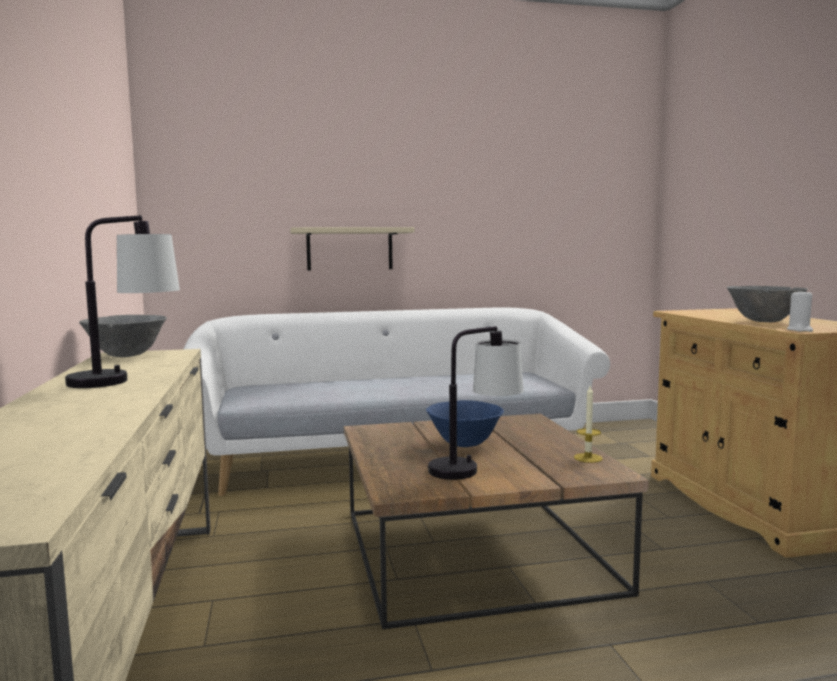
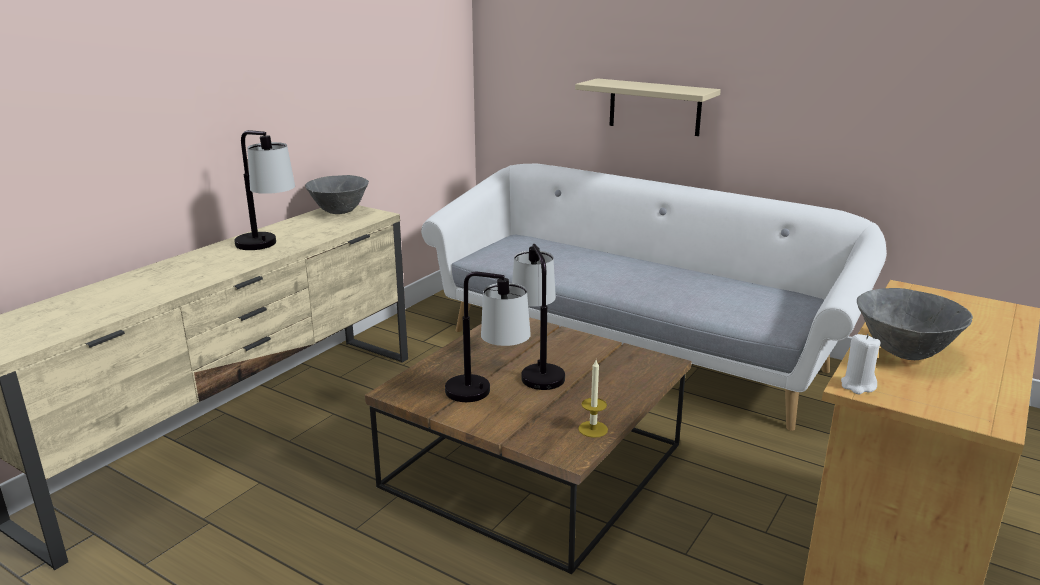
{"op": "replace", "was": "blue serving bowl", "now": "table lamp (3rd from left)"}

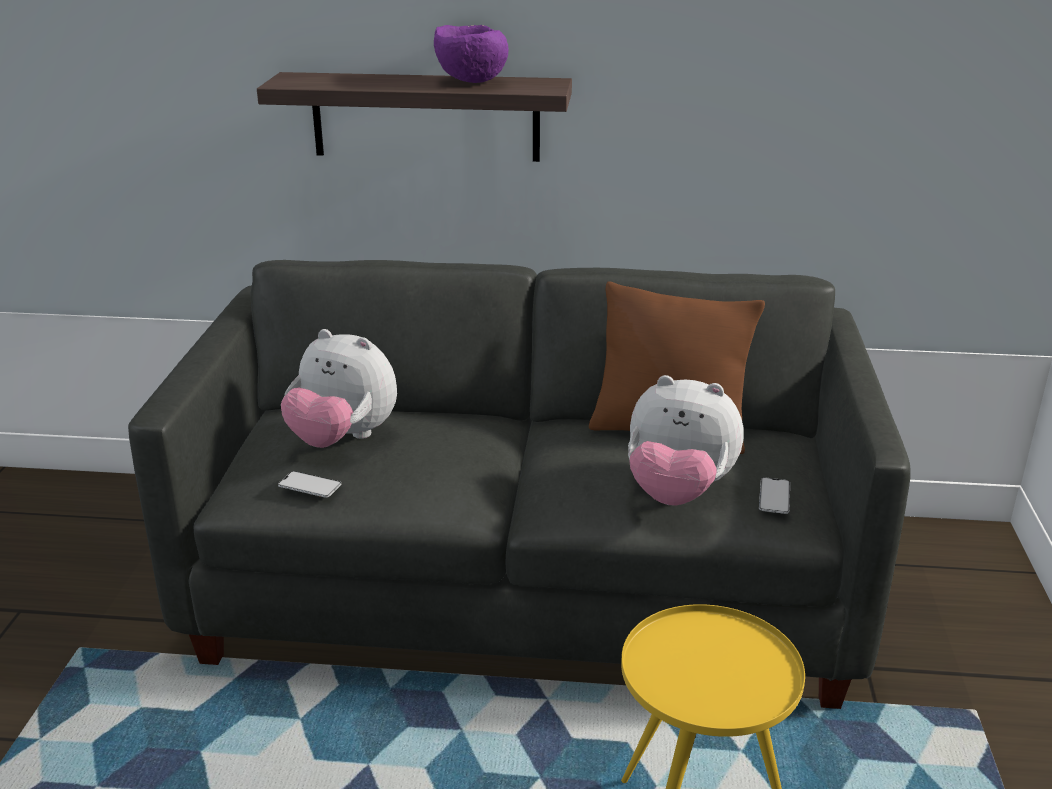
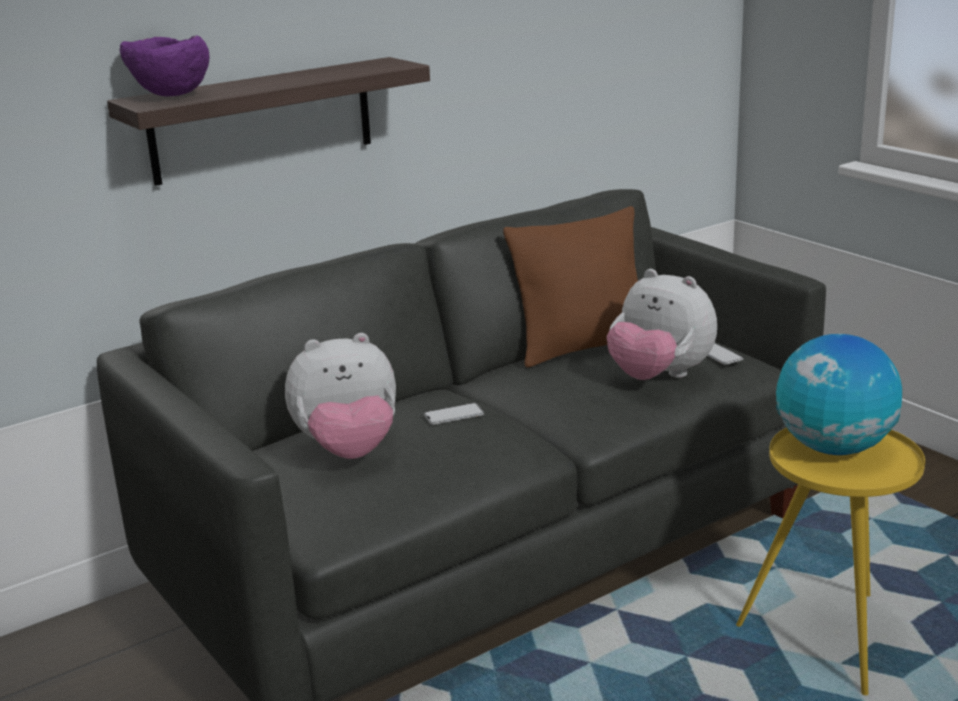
{"op": "move", "was": "handset (1st from left)"}
{"op": "move", "was": "purplish serving bowl"}
{"op": "rotate", "was": "soft toy (2nd from left)", "clockwise": 60}
{"op": "insert", "now": "globe"}

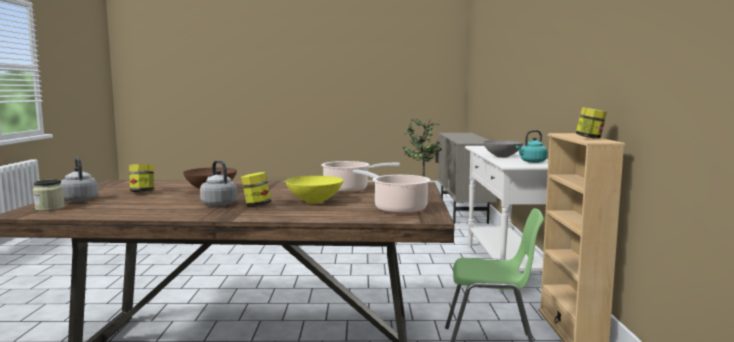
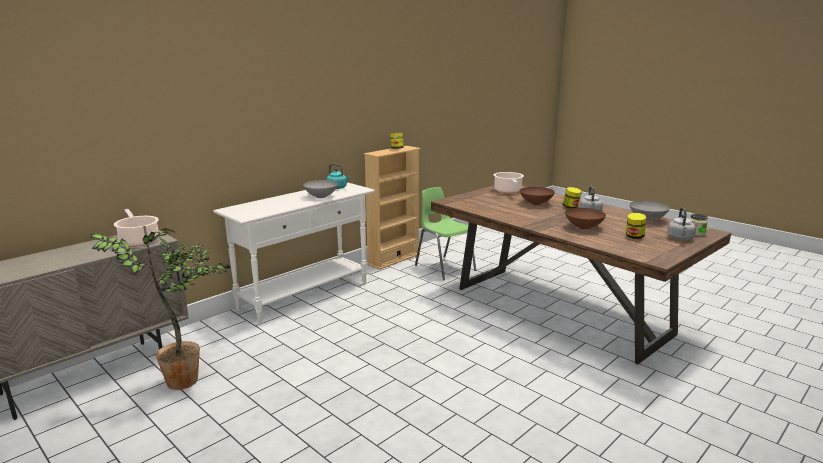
{"op": "recolor", "was": "yellow-coloured serving bowl", "now": "brownish serving bowl (1st from left)"}
{"op": "move", "was": "cooking pot (1st from left)"}
{"op": "insert", "now": "greyish serving bowl (2nd from left)"}

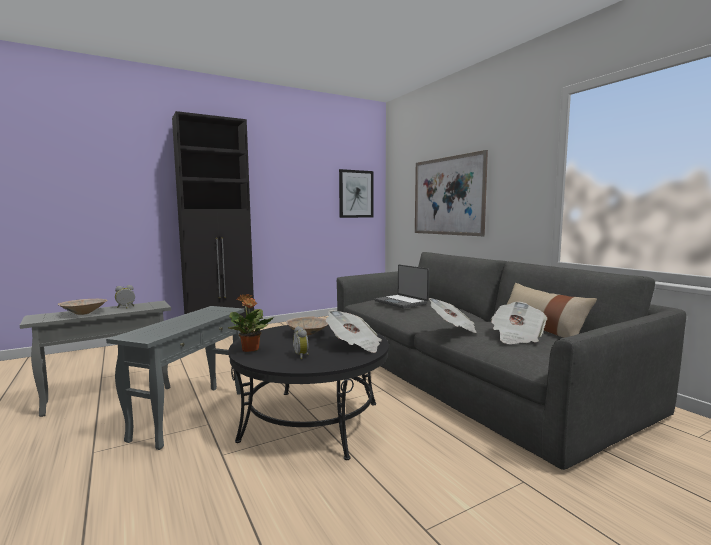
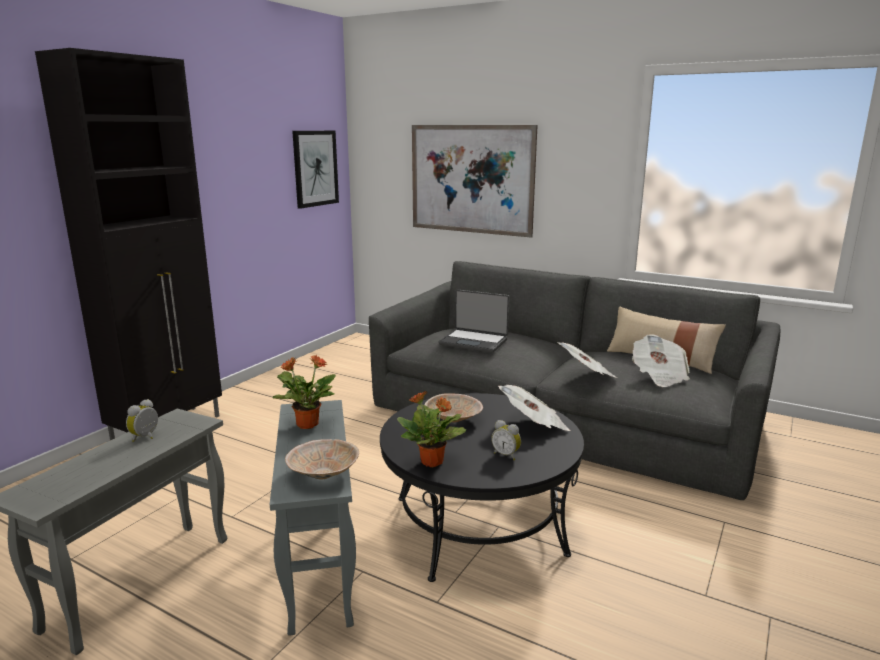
{"op": "move", "was": "beige-coloured serving bowl (1st from left)"}
{"op": "insert", "now": "houseplant (1st from left)"}

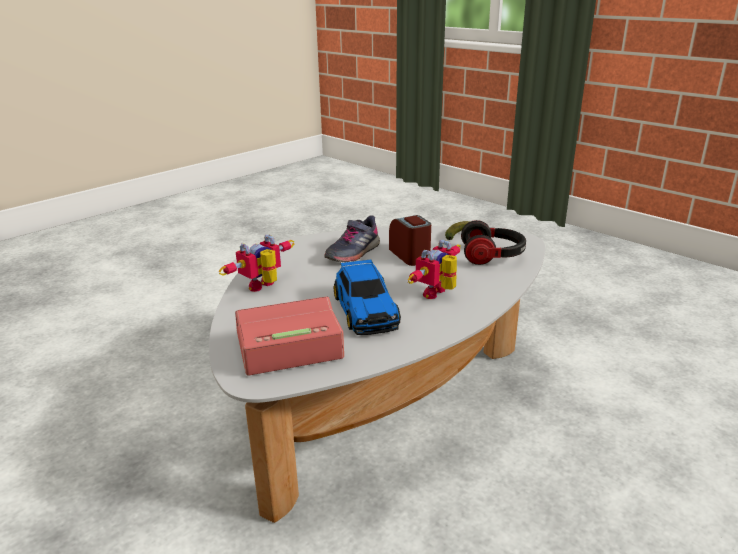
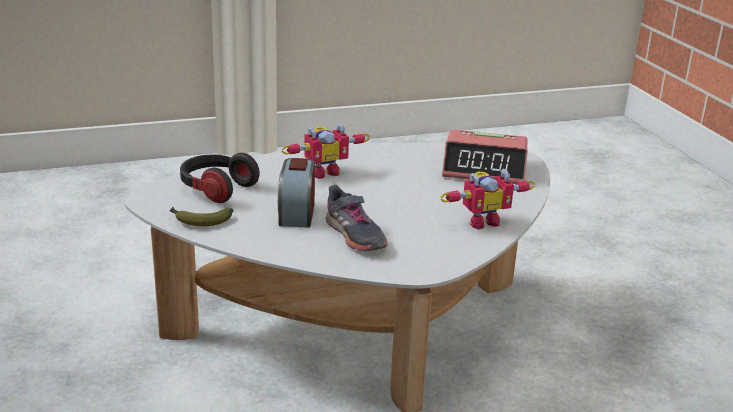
{"op": "rotate", "was": "greyish low shoe", "clockwise": 90}
{"op": "delete", "was": "miniature car"}

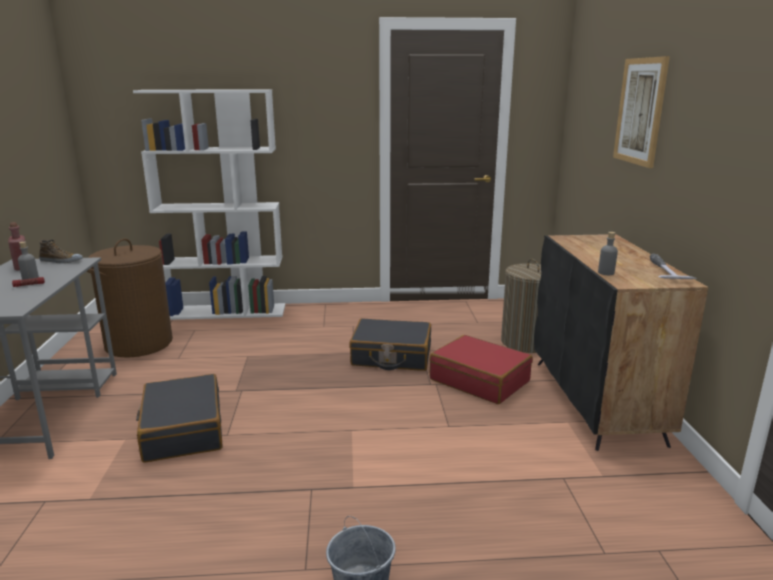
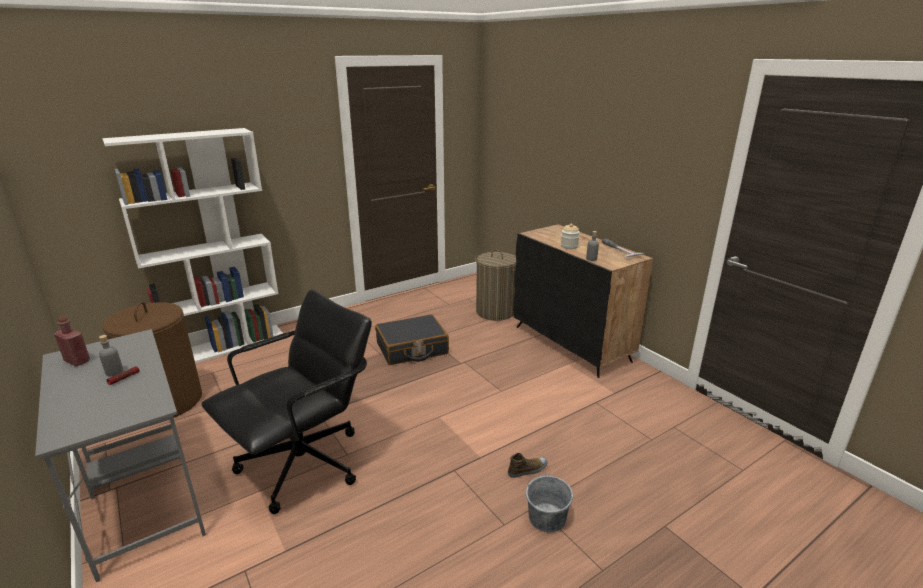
{"op": "move", "was": "low shoe"}
{"op": "replace", "was": "black-coloured piece of luggage (1st from left)", "now": "black-coloured desk chair"}
{"op": "delete", "was": "red-coloured piece of luggage"}
{"op": "delete", "was": "wall art"}
{"op": "insert", "now": "storage jar"}

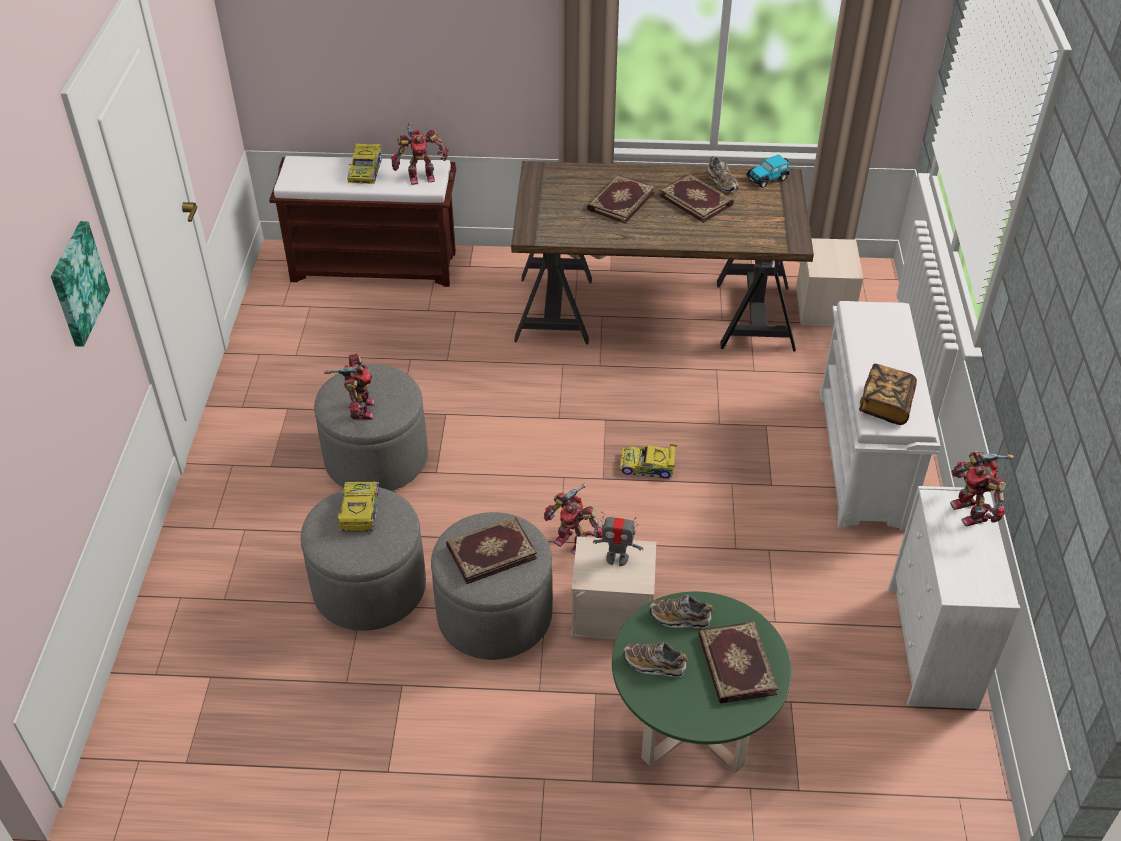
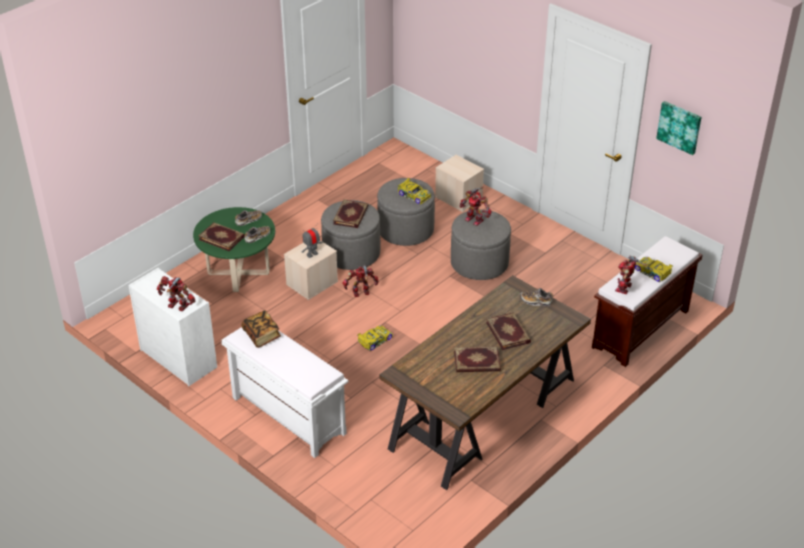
{"op": "move", "was": "wall art"}
{"op": "move", "was": "low shoe (3rd from left)"}
{"op": "delete", "was": "miniature car (4th from left)"}
{"op": "move", "was": "beige-coloured storage box (2nd from left)"}

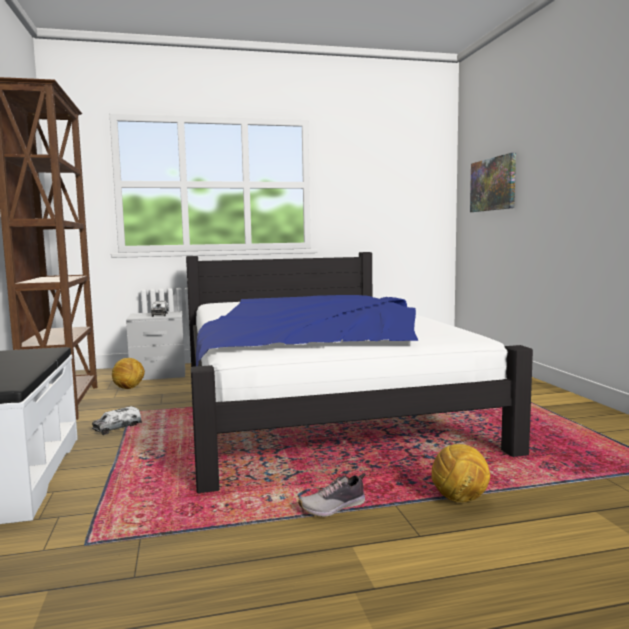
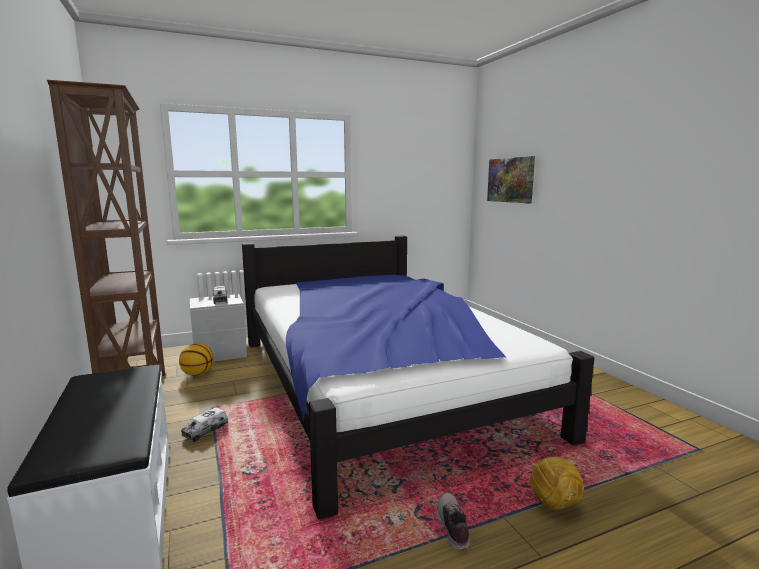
{"op": "replace", "was": "football ball (1st from left)", "now": "basketball"}
{"op": "rotate", "was": "low shoe", "clockwise": 120}

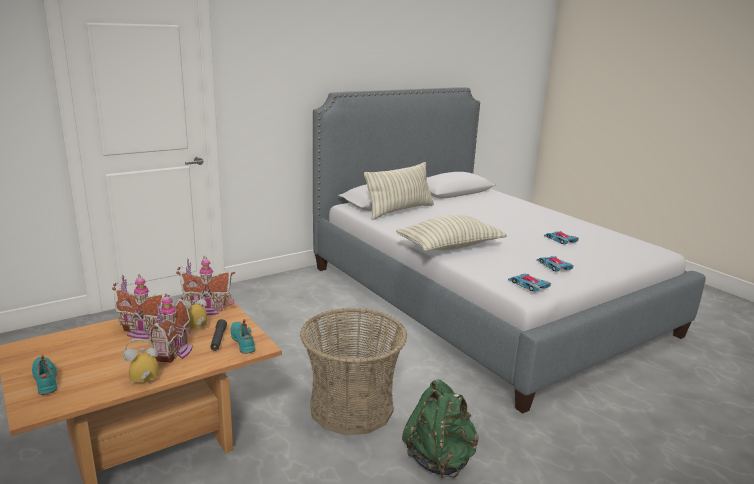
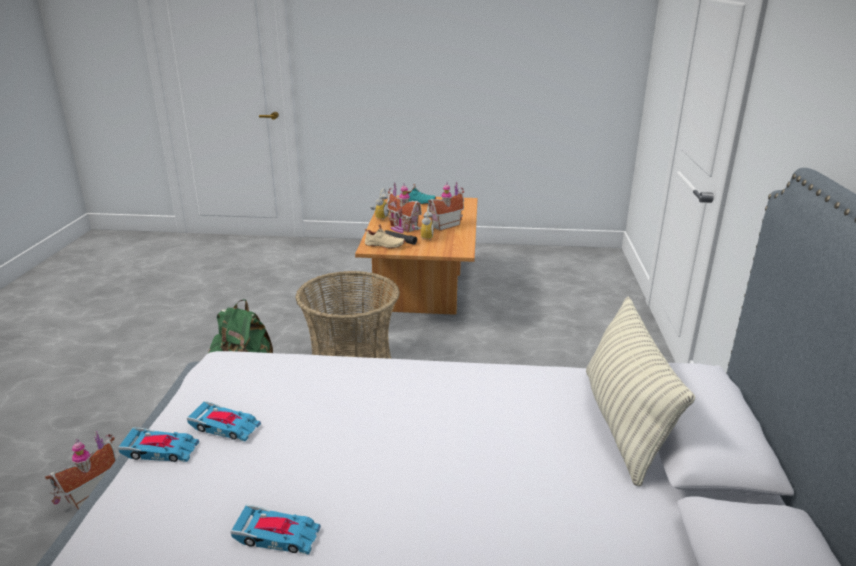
{"op": "move", "was": "model house (3rd from left in the first image)", "now": "model house (1st from left)"}
{"op": "recolor", "was": "turquoise low shoe (2nd from left)", "now": "beige-coloured low shoe"}
{"op": "delete", "was": "pillow (2nd from left)"}
{"op": "move", "was": "miniature car (1st from left)"}

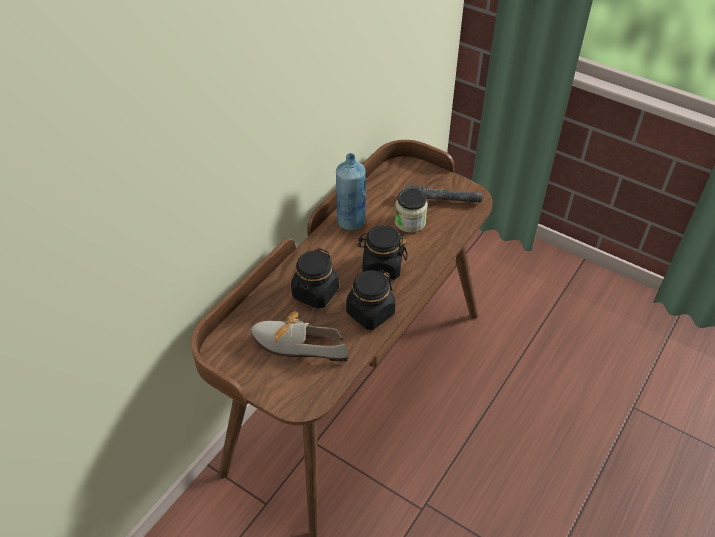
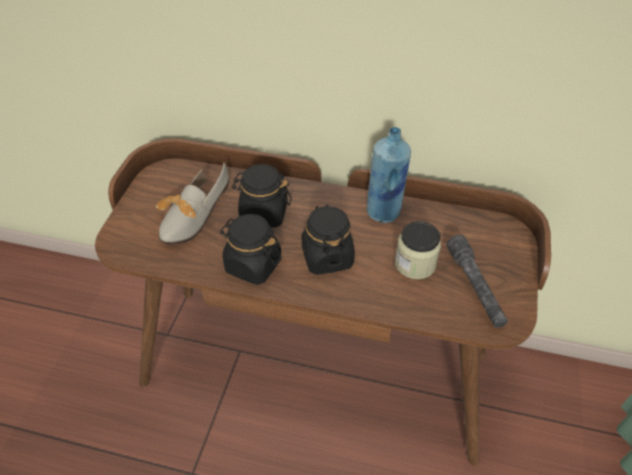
{"op": "rotate", "was": "low shoe", "clockwise": -150}

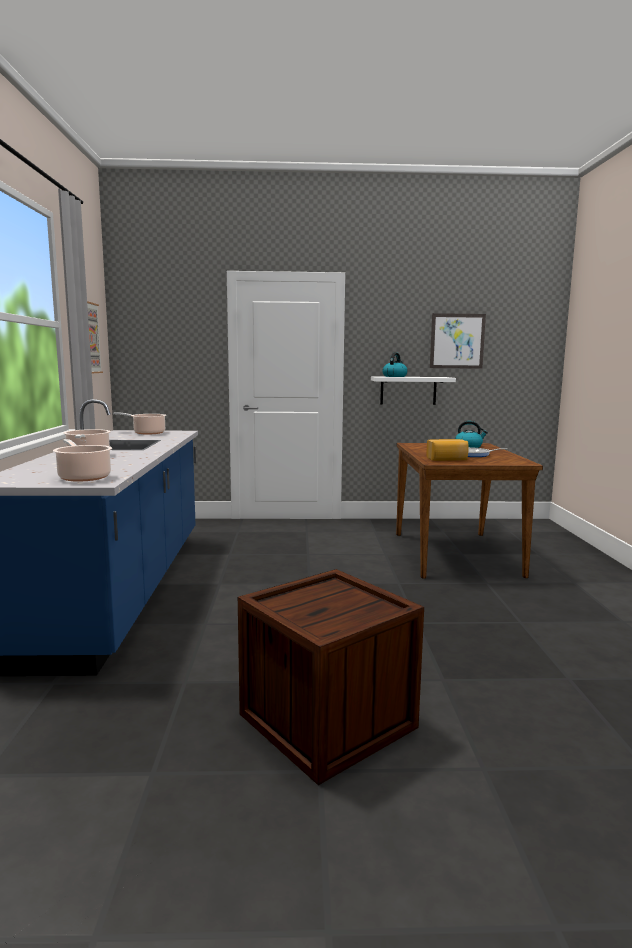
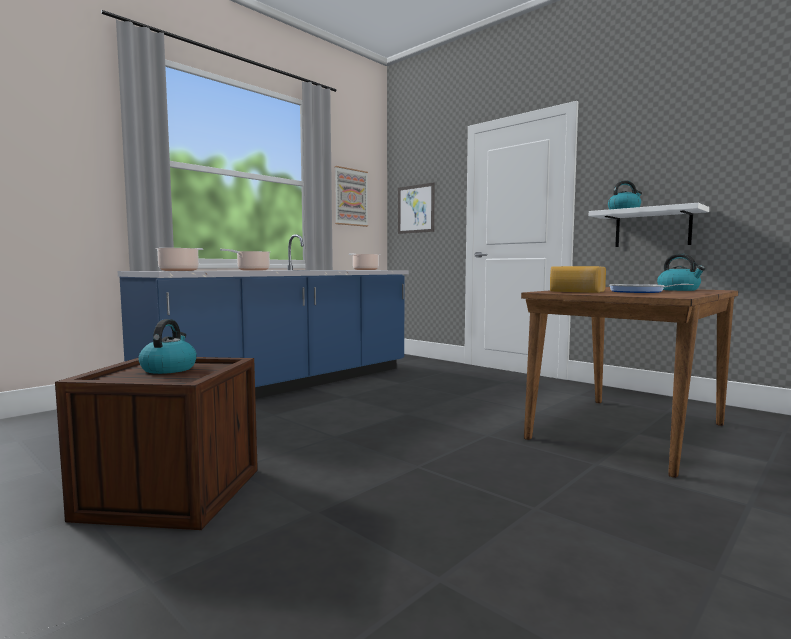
{"op": "move", "was": "wall art (2nd from left)"}
{"op": "insert", "now": "water kettle (1st from left)"}

